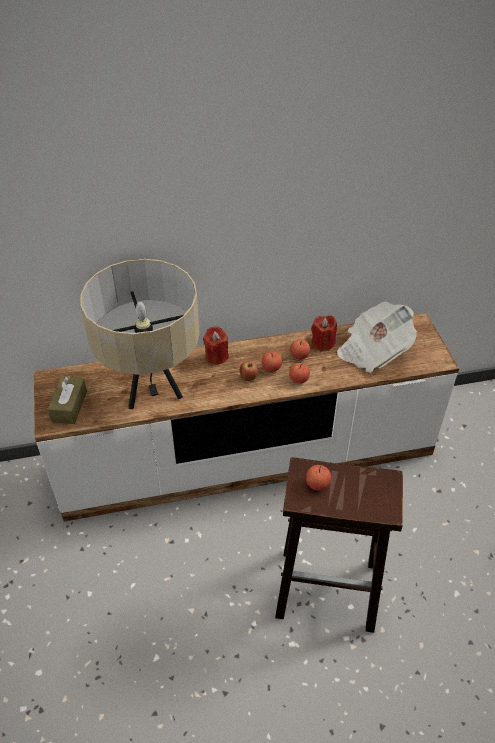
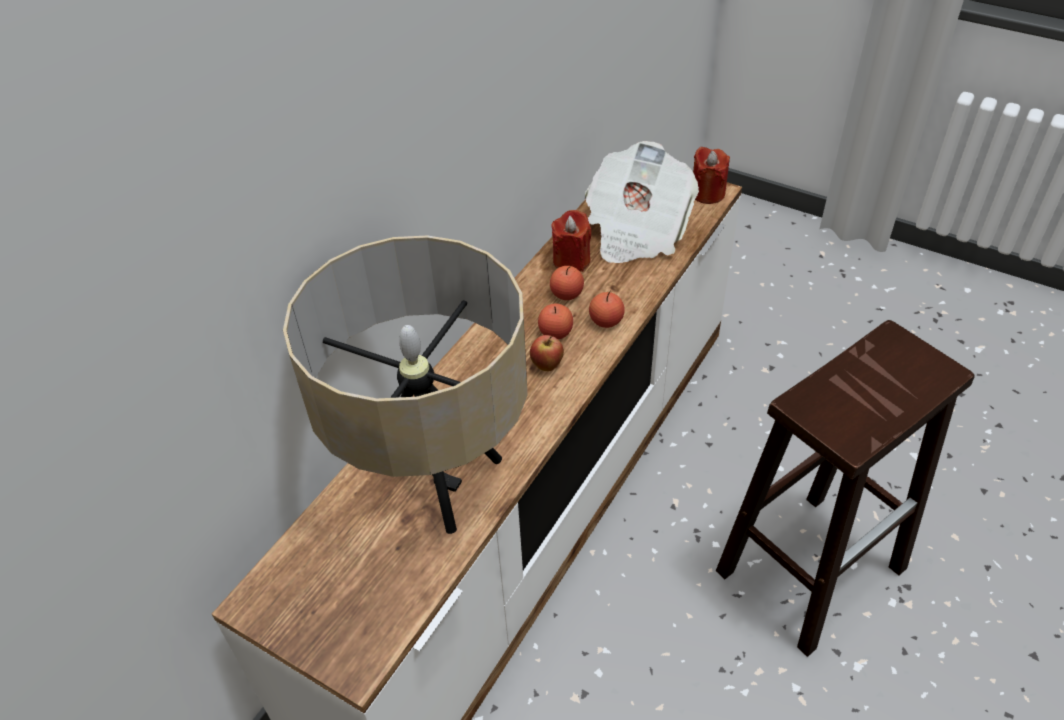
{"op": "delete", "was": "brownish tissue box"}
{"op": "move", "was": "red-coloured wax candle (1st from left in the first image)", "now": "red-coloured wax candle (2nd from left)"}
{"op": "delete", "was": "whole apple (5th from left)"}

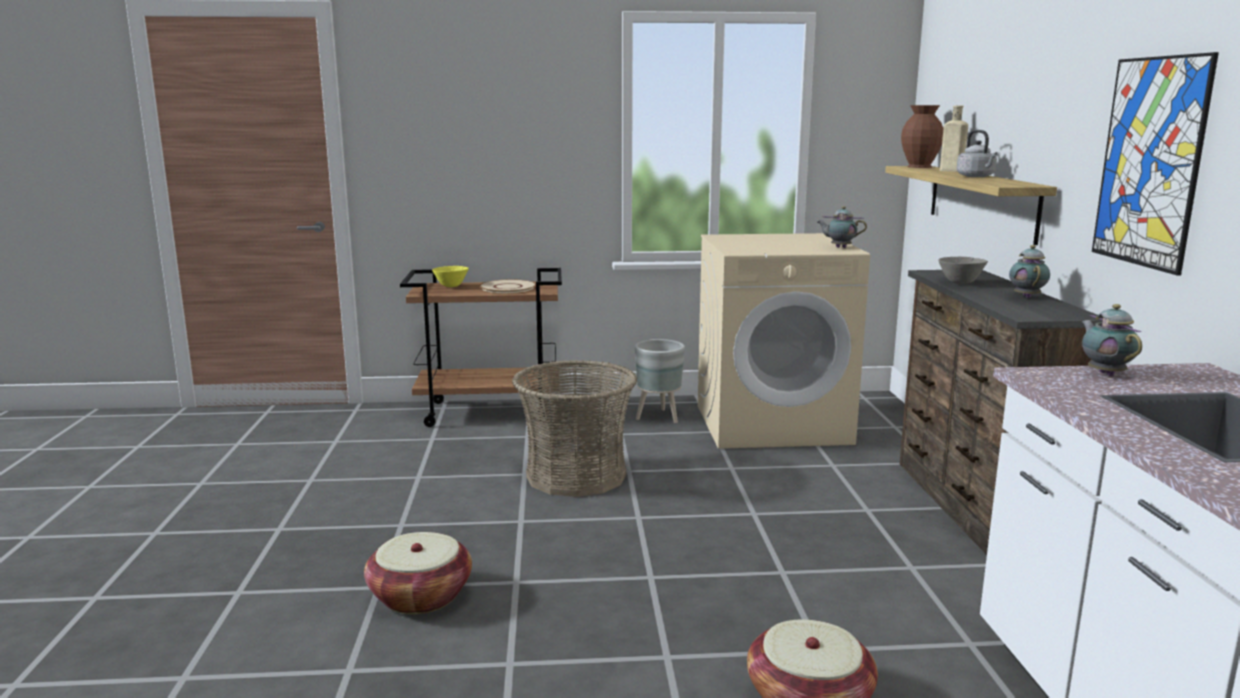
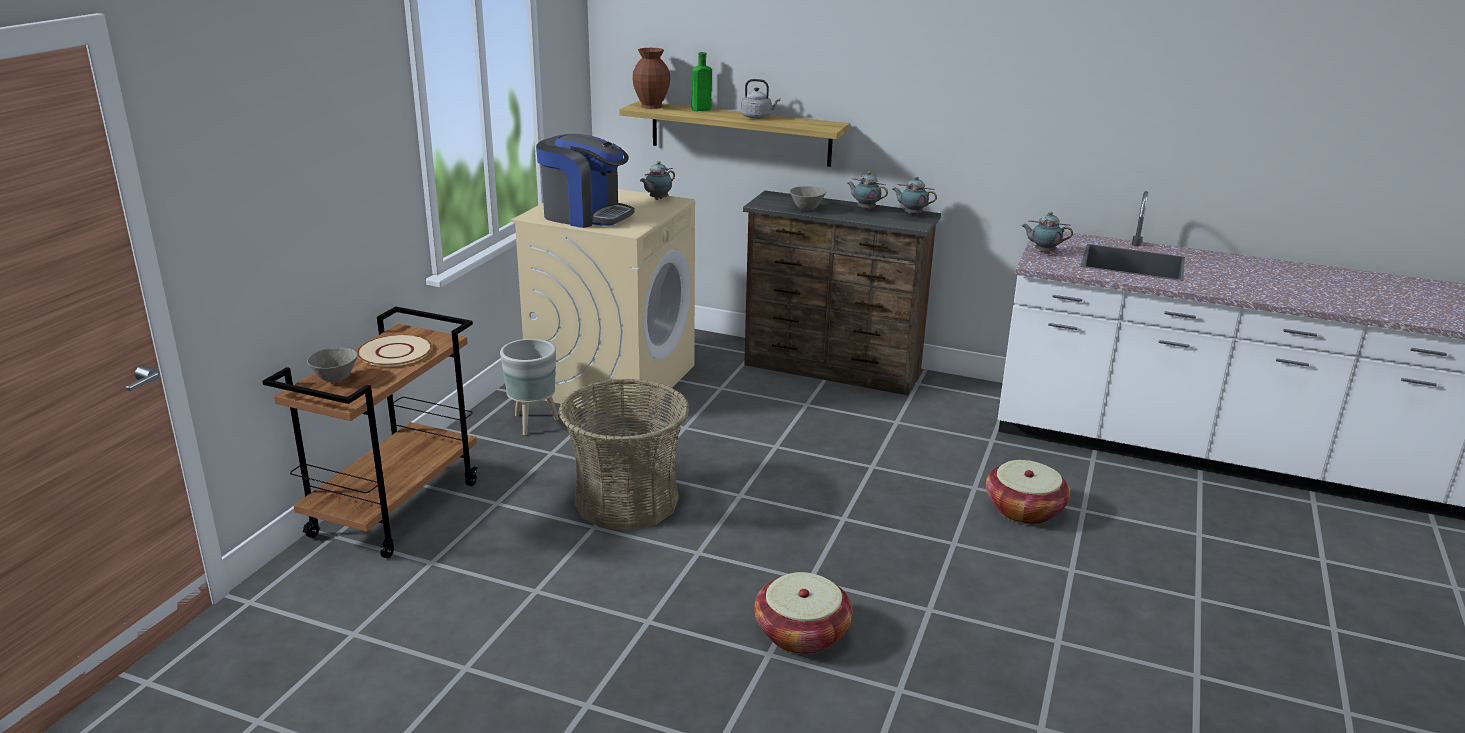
{"op": "recolor", "was": "yellow-coloured serving bowl", "now": "greyish serving bowl (1st from left)"}
{"op": "recolor", "was": "beige-coloured bottle", "now": "greenish bottle"}
{"op": "delete", "was": "wall art"}
{"op": "insert", "now": "coffee maker"}
{"op": "insert", "now": "pot for tea (3rd from left)"}

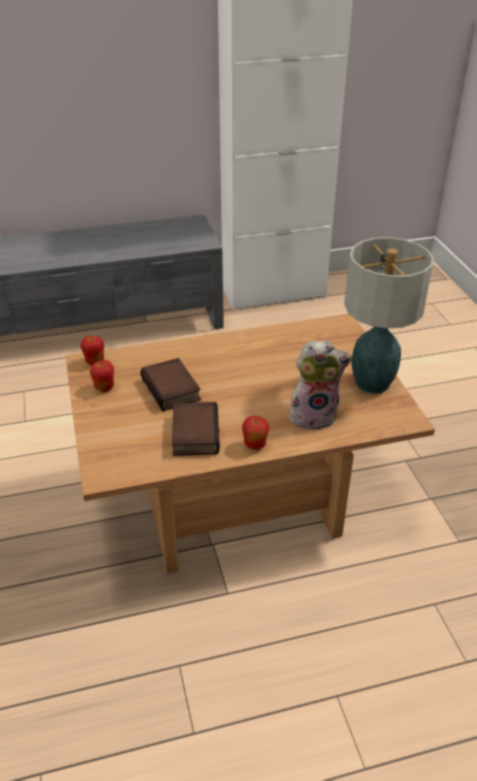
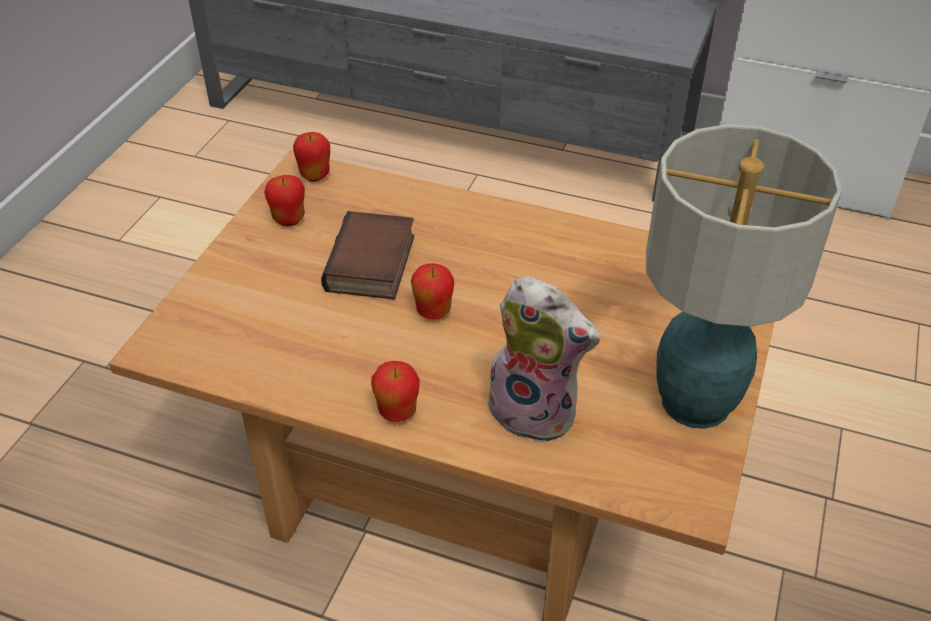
{"op": "delete", "was": "bound book (2nd from left)"}
{"op": "insert", "now": "whole apple (4th from left)"}

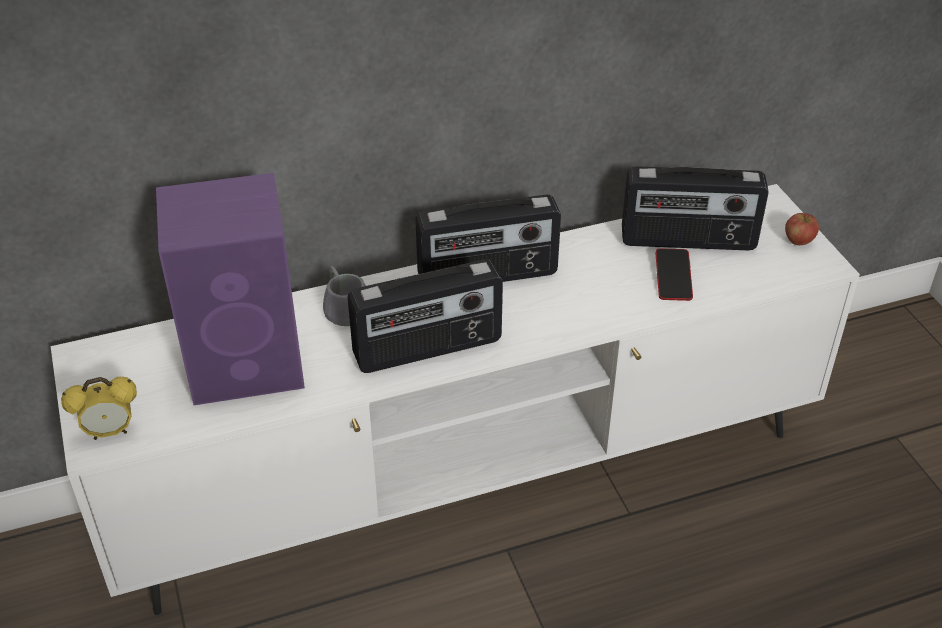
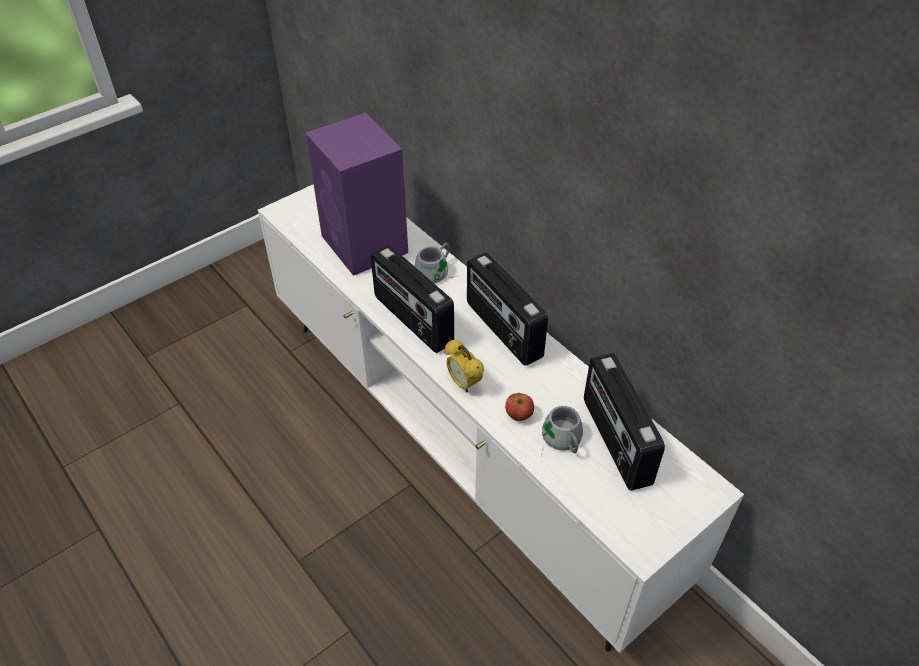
{"op": "move", "was": "alarm clock"}
{"op": "replace", "was": "handset", "now": "greyish mug (2nd from left)"}
{"op": "move", "was": "whole apple"}

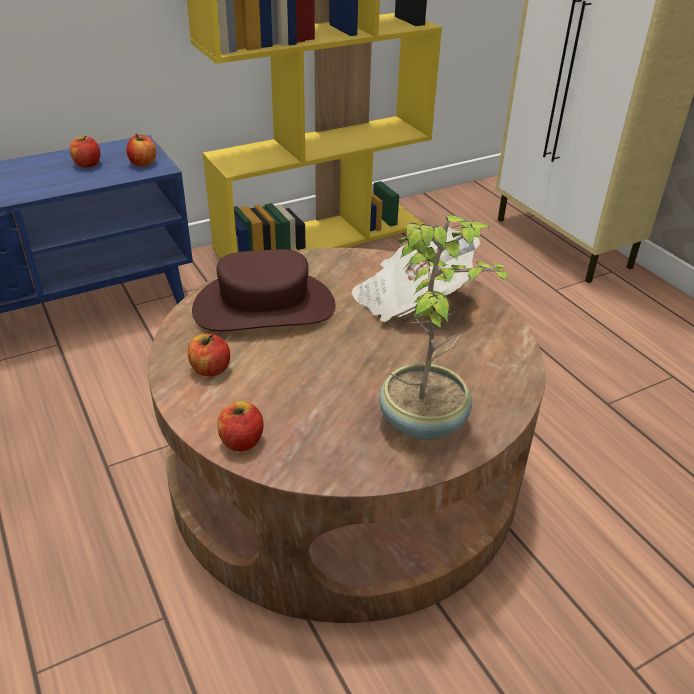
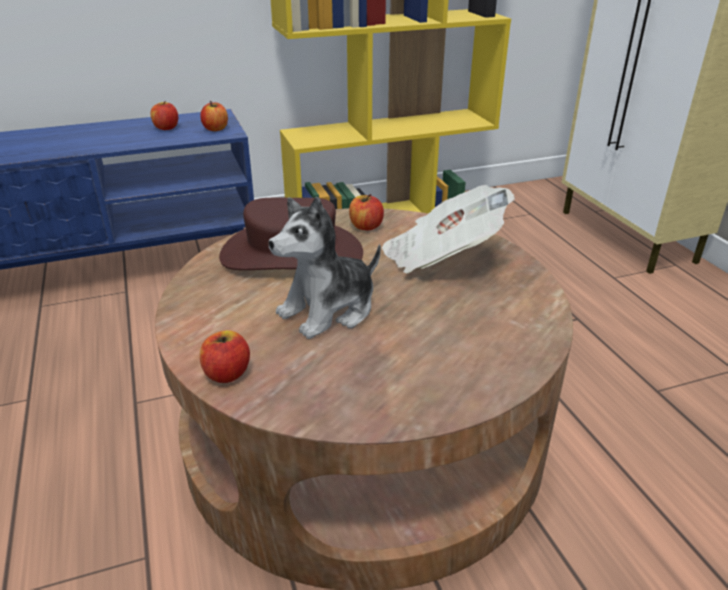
{"op": "move", "was": "whole apple (3rd from left in the first image)", "now": "whole apple (4th from left)"}
{"op": "delete", "was": "houseplant"}
{"op": "insert", "now": "soft toy"}

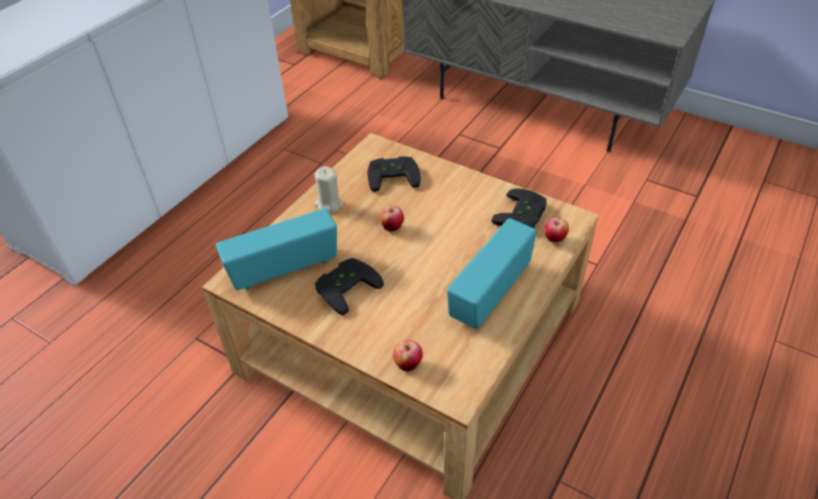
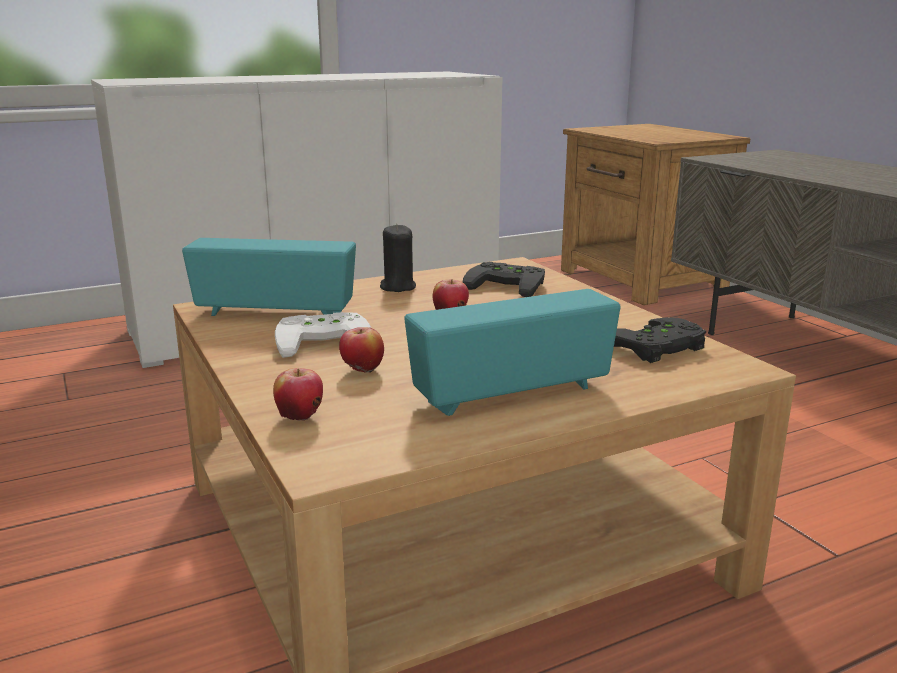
{"op": "recolor", "was": "beige-coloured wax candle", "now": "black-coloured wax candle"}
{"op": "recolor", "was": "black-coloured gamepad (1st from left)", "now": "white gamepad"}
{"op": "move", "was": "whole apple (3rd from left in the first image)", "now": "whole apple (2nd from left)"}

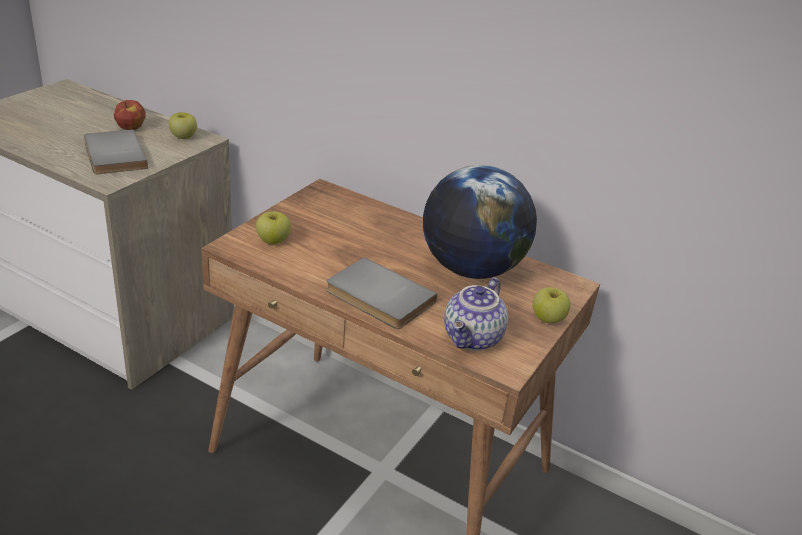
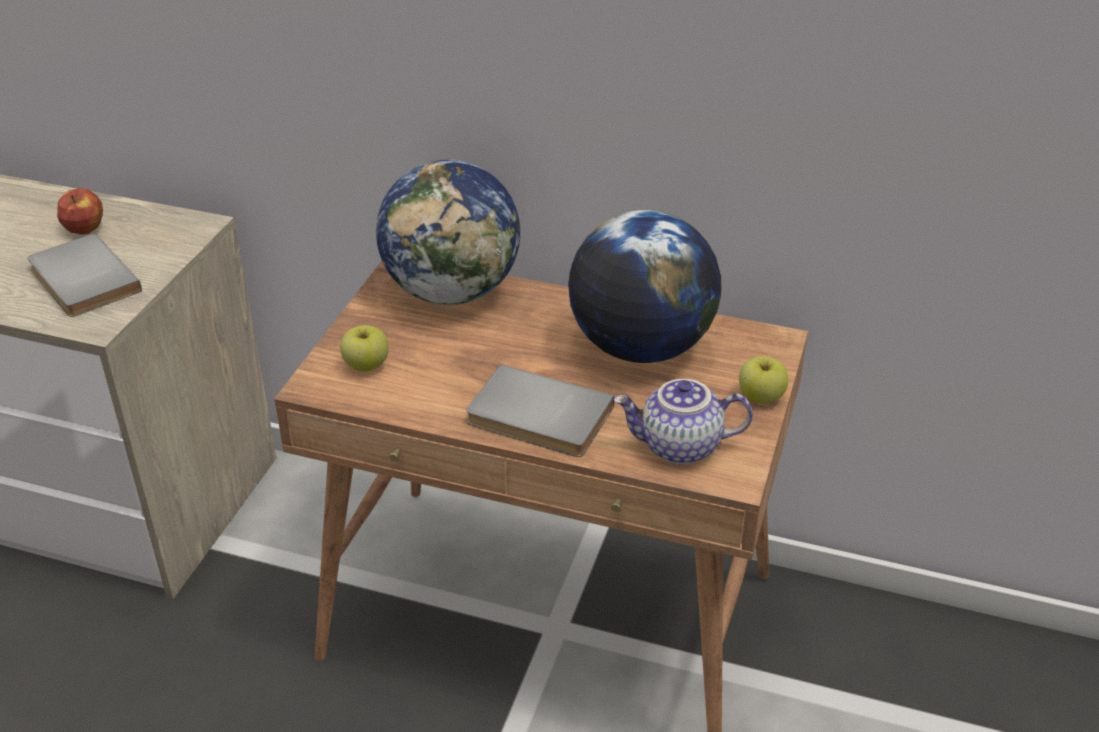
{"op": "delete", "was": "whole apple (2nd from left)"}
{"op": "rotate", "was": "pot for tea", "clockwise": 75}
{"op": "insert", "now": "globe (1st from left)"}

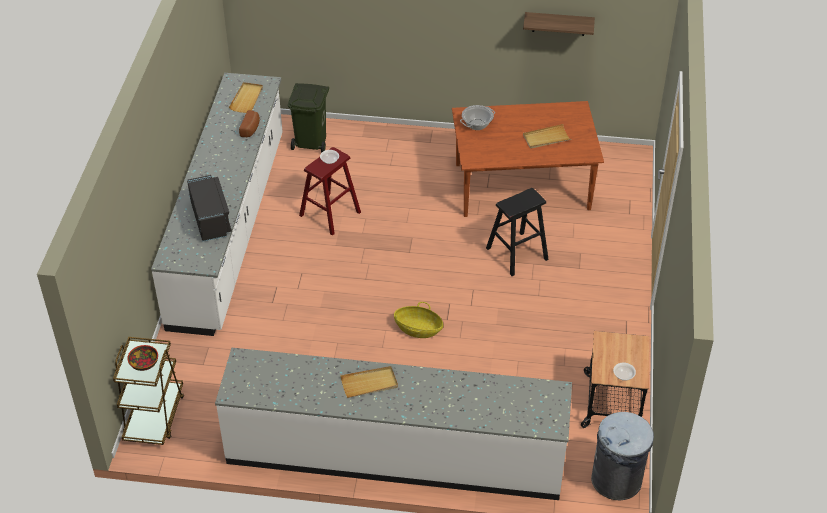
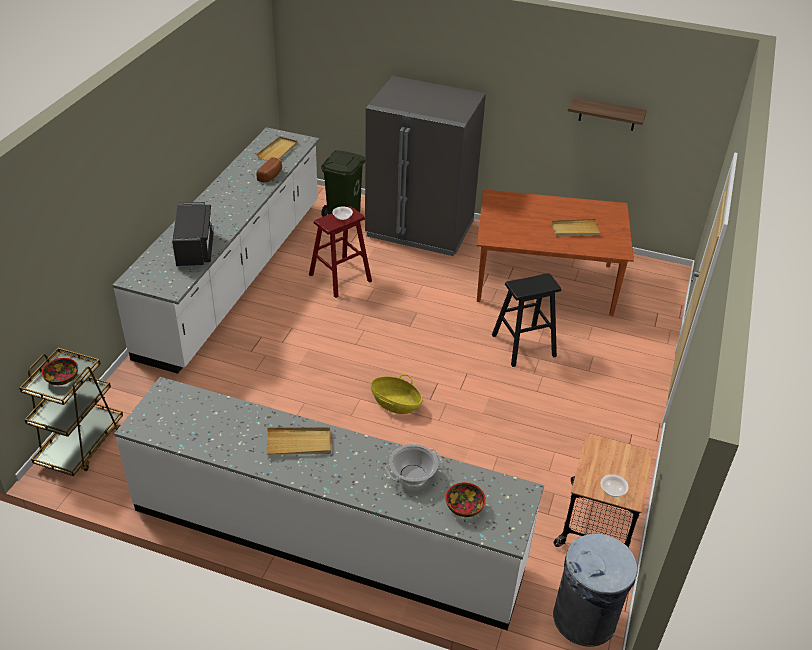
{"op": "move", "was": "cooking pot"}
{"op": "insert", "now": "greyish kitchen fridge"}
{"op": "insert", "now": "serving bowl (3rd from left)"}

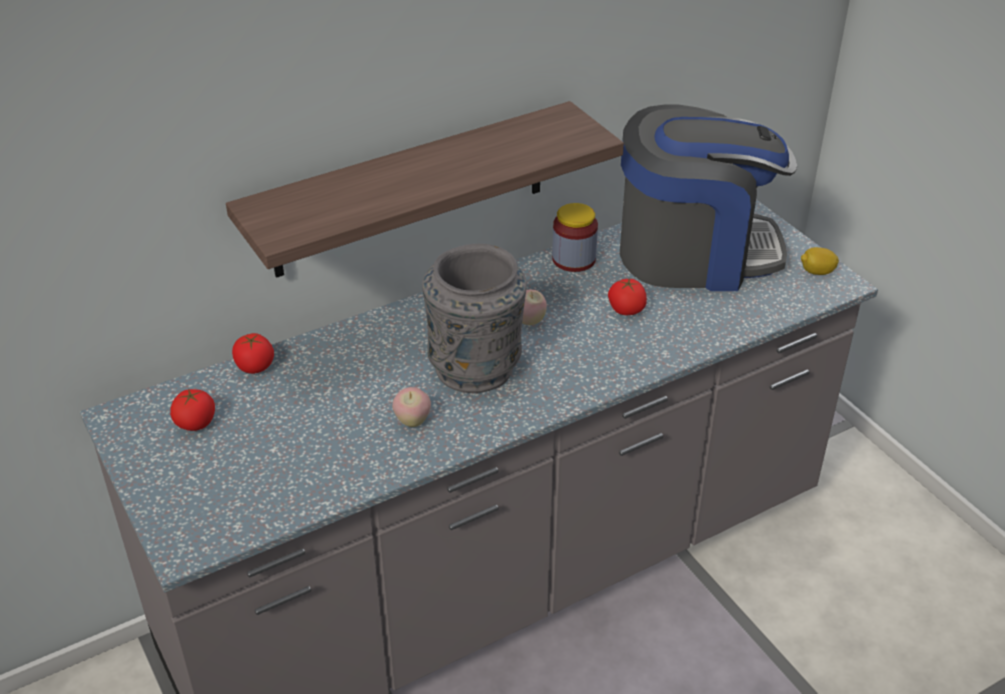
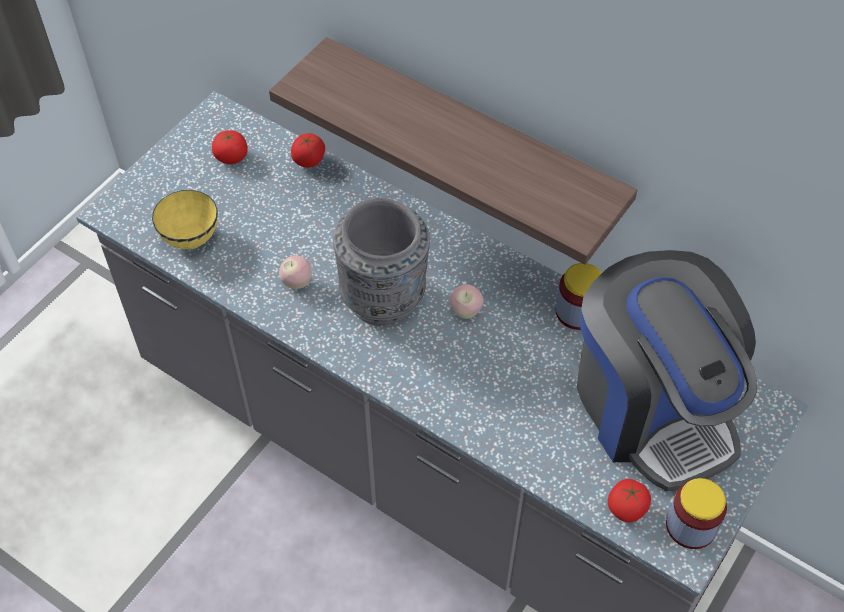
{"op": "move", "was": "tomato (3rd from left)"}
{"op": "replace", "was": "citrus fruit", "now": "storage jar (2nd from left)"}
{"op": "insert", "now": "yellow-coloured serving bowl"}

